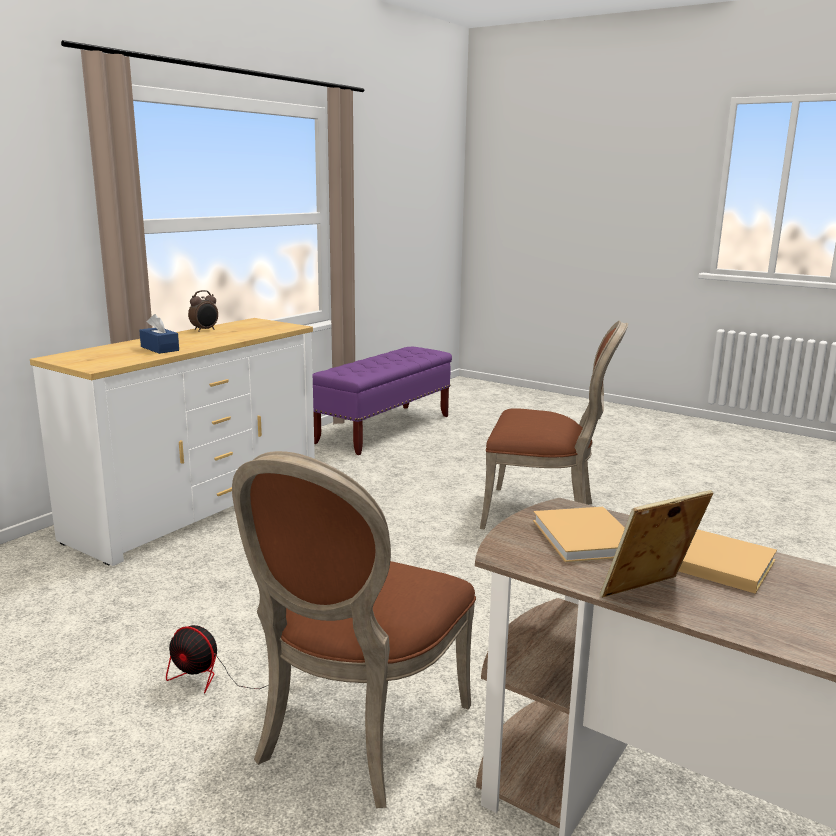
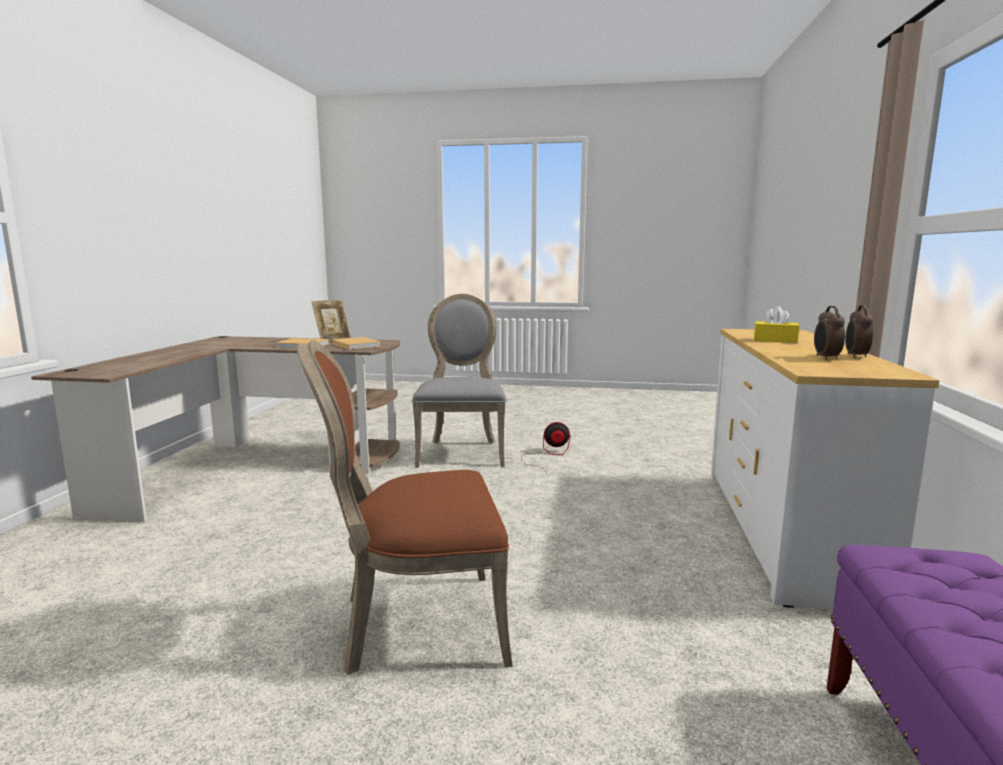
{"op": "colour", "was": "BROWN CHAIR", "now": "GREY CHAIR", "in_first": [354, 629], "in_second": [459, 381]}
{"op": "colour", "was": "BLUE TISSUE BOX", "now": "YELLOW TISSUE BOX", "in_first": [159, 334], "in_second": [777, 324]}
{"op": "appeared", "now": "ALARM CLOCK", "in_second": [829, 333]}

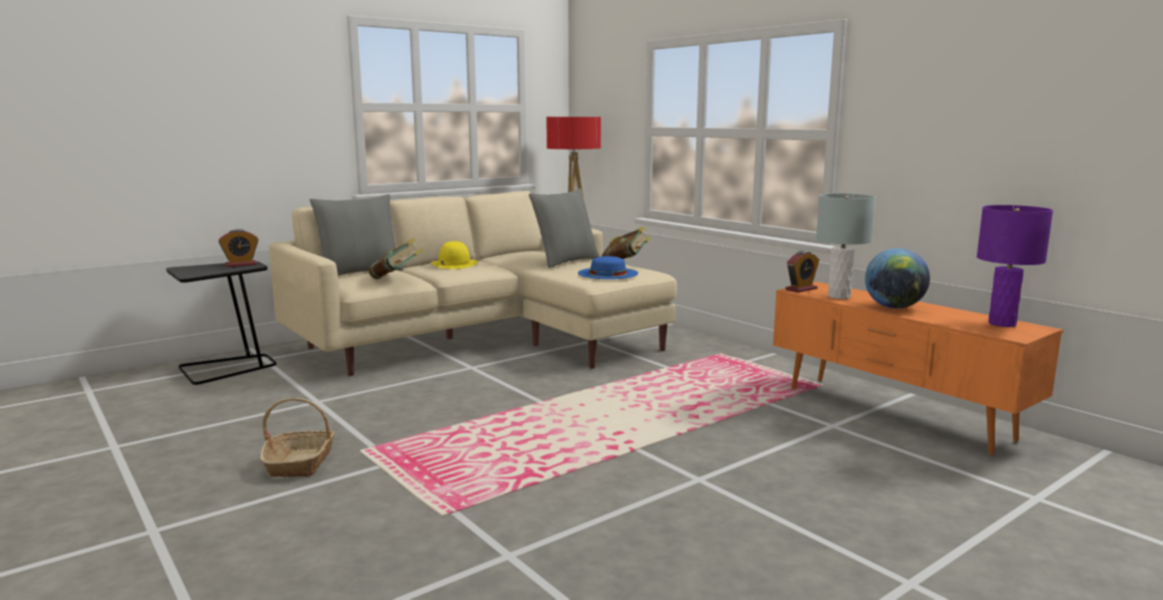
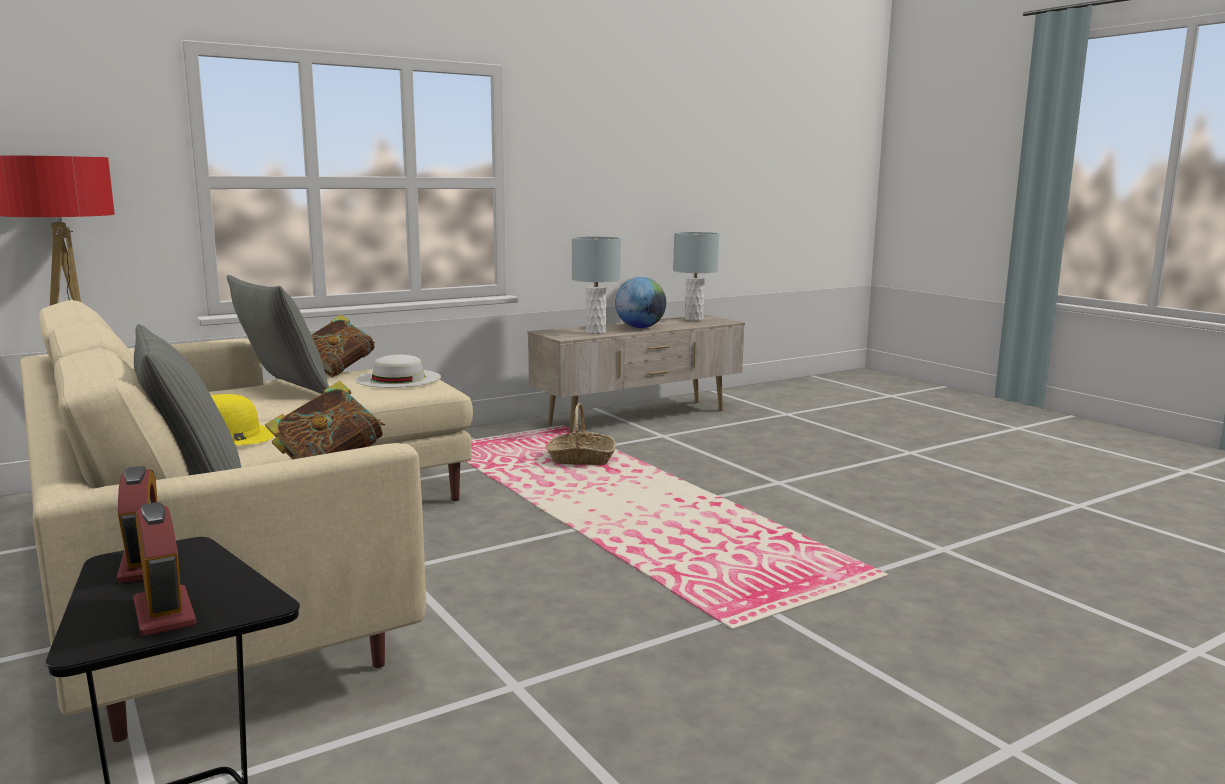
{"op": "relocated", "was": "ALARM CLOCK", "in_first": [802, 272], "in_second": [164, 569]}
{"op": "colour", "was": "BLUE HAT", "now": "WHITE HAT", "in_first": [608, 267], "in_second": [398, 371]}
{"op": "colour", "was": "ORANGE TV STAND", "now": "BEIGE TV STAND", "in_first": [918, 368], "in_second": [636, 374]}
{"op": "relocated", "was": "BASKET", "in_first": [297, 437], "in_second": [581, 434]}
{"op": "colour", "was": "PURPLE TABLE LAMP", "now": "GREY TABLE LAMP", "in_first": [1015, 266], "in_second": [696, 276]}

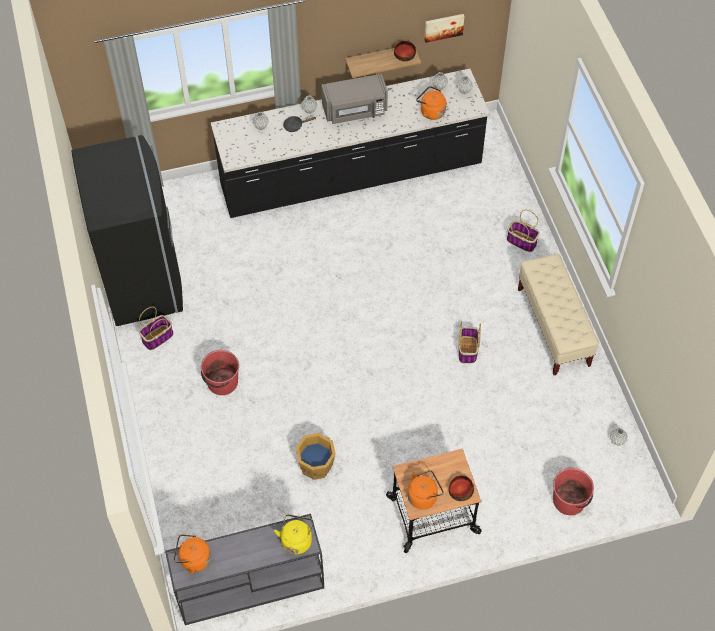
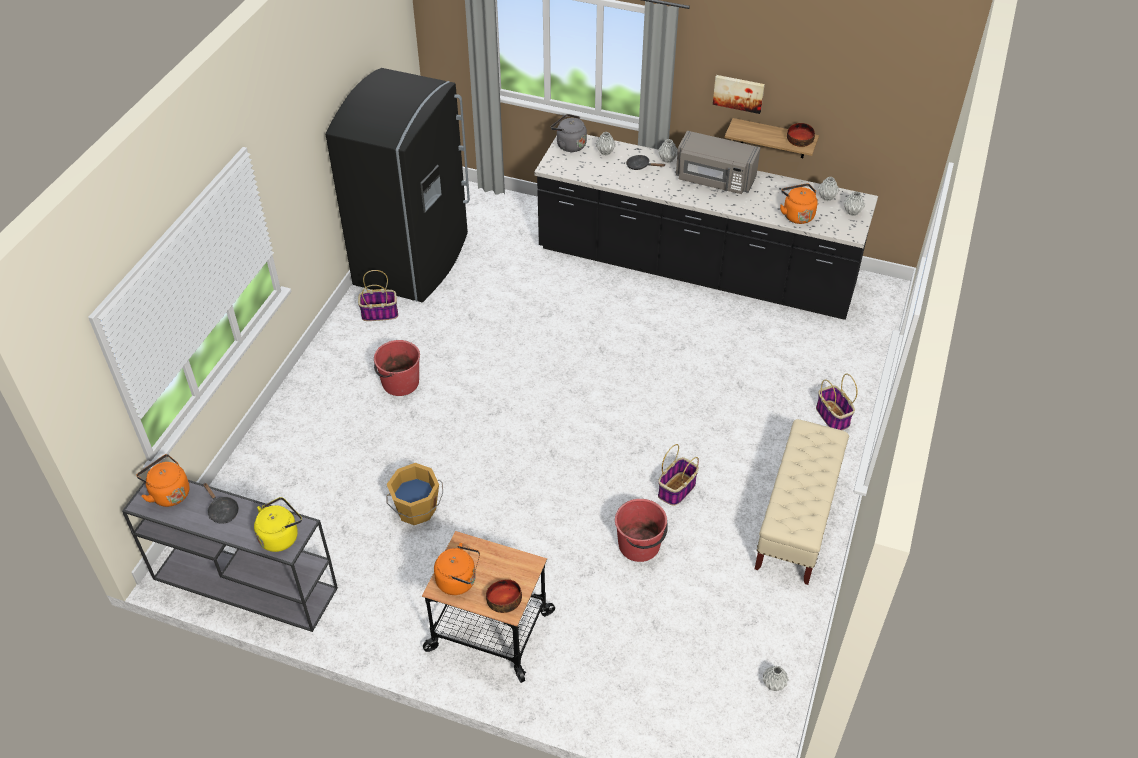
{"op": "appeared", "now": "BLACK FRYING PAN", "in_second": [221, 503]}
{"op": "appeared", "now": "GREY KETTLE", "in_second": [569, 133]}
{"op": "relocated", "was": "RED BUCKET", "in_first": [573, 491], "in_second": [641, 530]}
{"op": "relocated", "was": "PICTURE", "in_first": [444, 28], "in_second": [739, 94]}

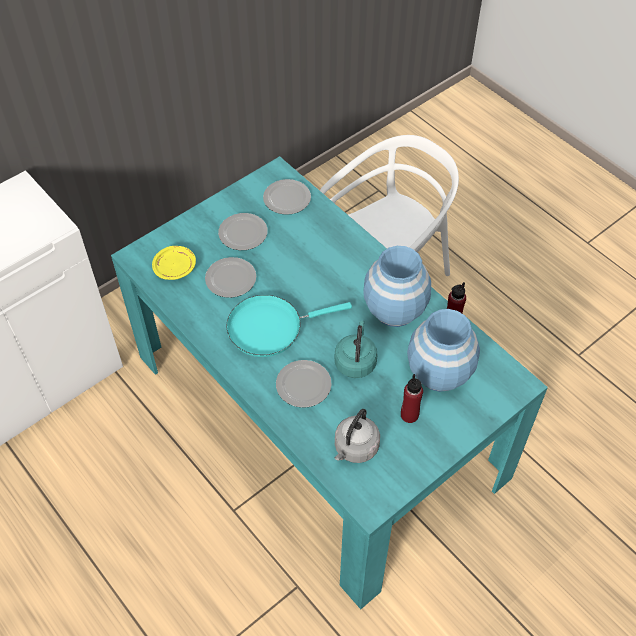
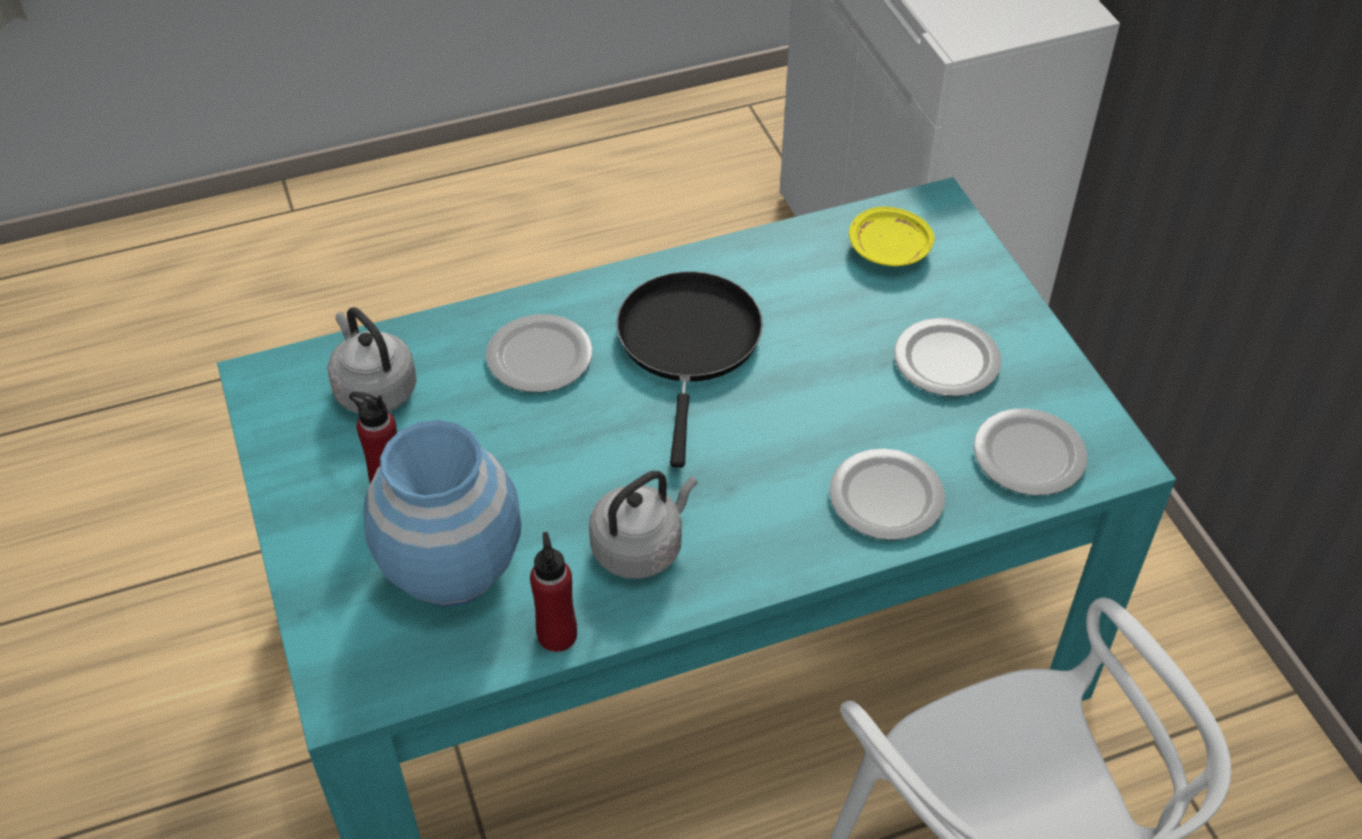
{"op": "exchanged", "was": "BLUE VASE", "now": "GREY KETTLE", "in_first": [397, 286], "in_second": [643, 525]}
{"op": "colour", "was": "TURQUOISE FRYING PAN", "now": "BLACK FRYING PAN", "in_first": [289, 326], "in_second": [690, 369]}
{"op": "relocated", "was": "PLATE", "in_first": [230, 277], "in_second": [887, 494]}
{"op": "missing", "was": "TURQUOISE KETTLE", "in_first": [356, 349]}

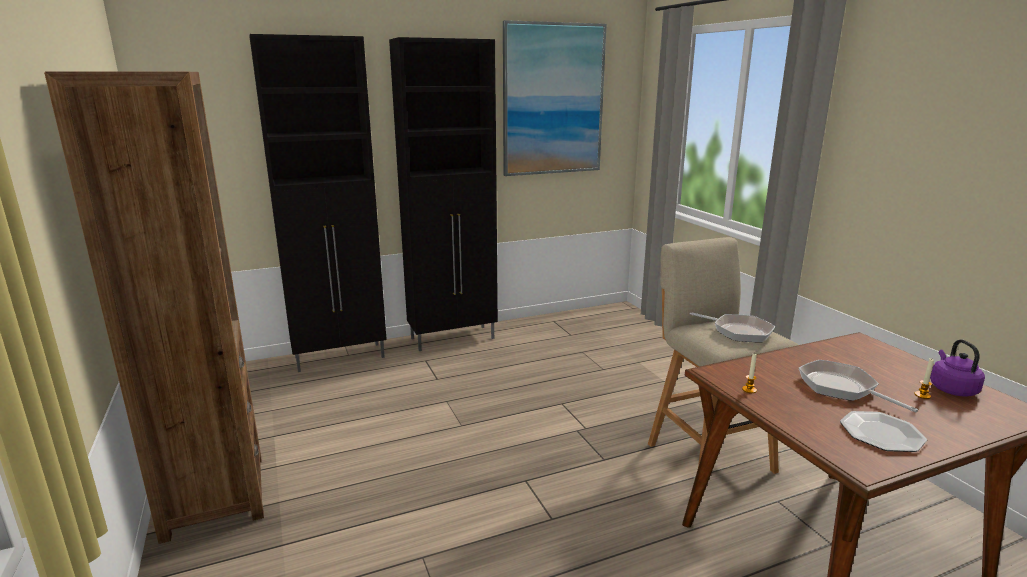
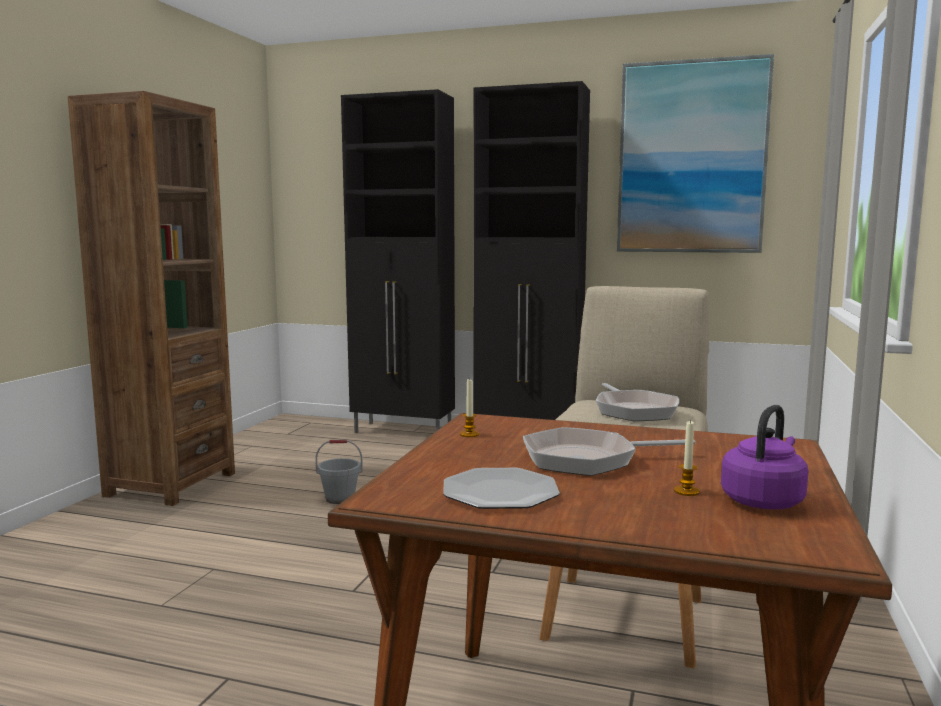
{"op": "appeared", "now": "GREY BUCKET", "in_second": [339, 472]}
{"op": "spun", "was": "FRYING PAN", "in_first": [858, 386], "in_second": [609, 451], "clockwise": -105}

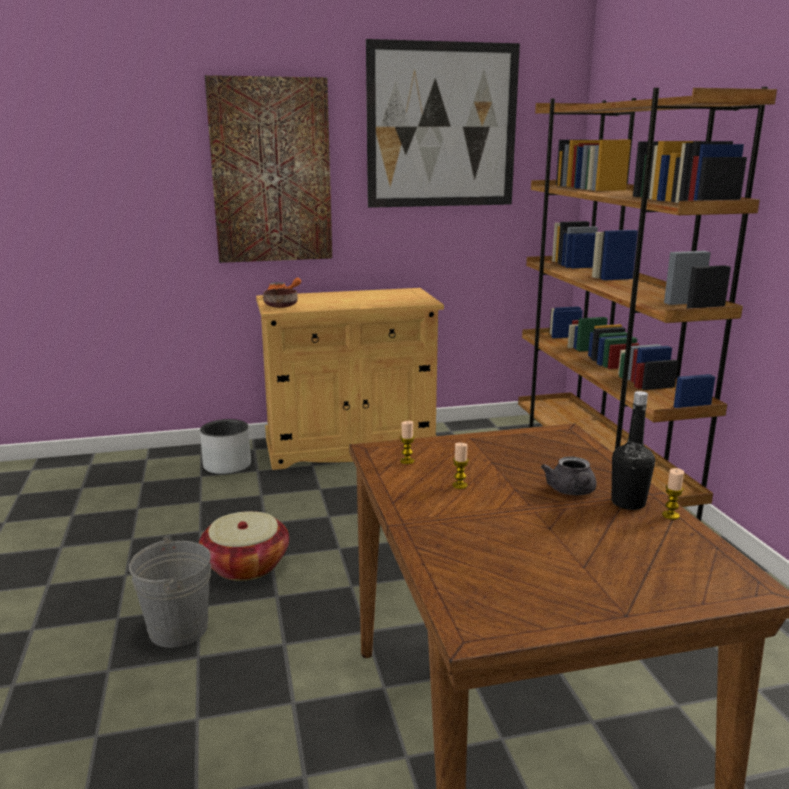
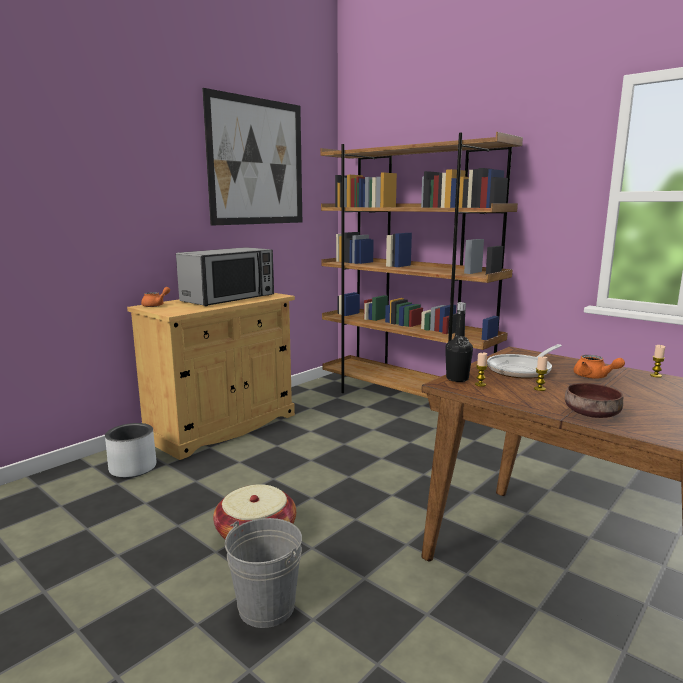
{"op": "appeared", "now": "MICROWAVE", "in_second": [225, 276]}
{"op": "relocated", "was": "BLACK BOTTLE", "in_first": [633, 450], "in_second": [459, 342]}
{"op": "appeared", "now": "FRYING PAN", "in_second": [524, 361]}
{"op": "relocated", "was": "BROWN BOWL", "in_first": [280, 298], "in_second": [594, 400]}
{"op": "colour", "was": "GREY TEAPOT", "now": "ORANGE TEAPOT", "in_first": [569, 475], "in_second": [599, 367]}
{"op": "missing", "was": "PICTURE", "in_first": [268, 169]}

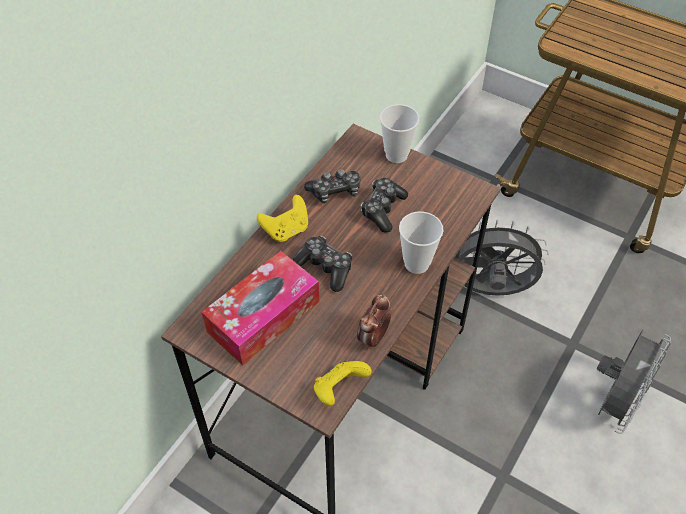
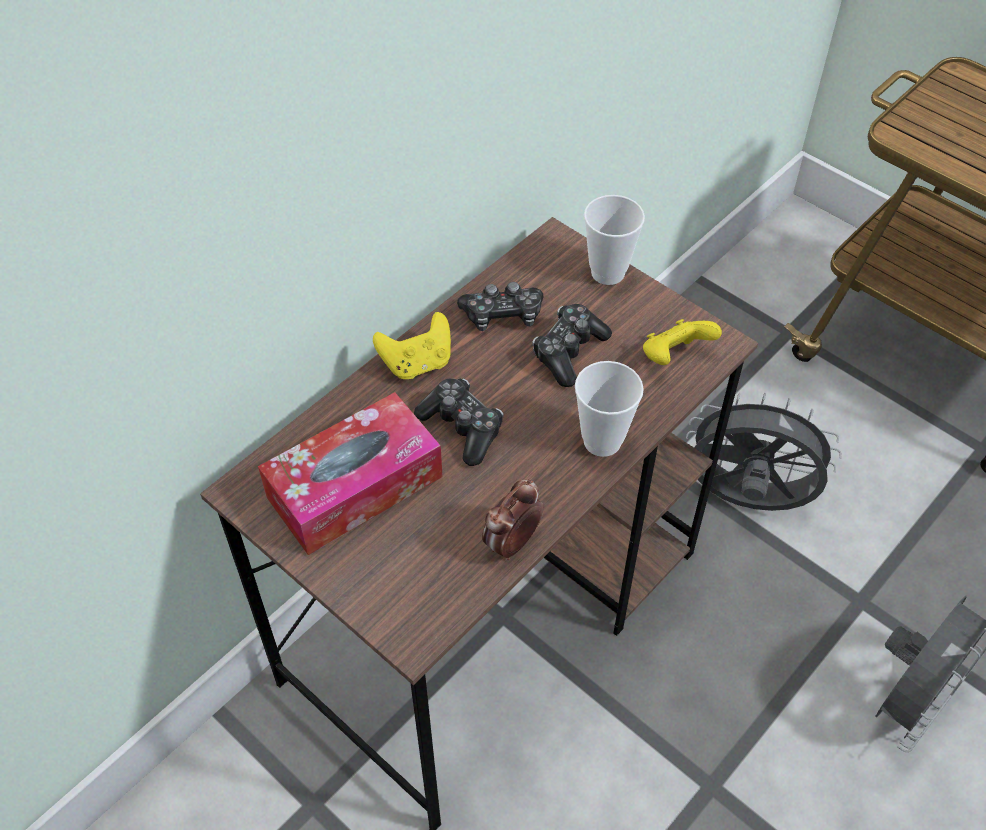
{"op": "relocated", "was": "YELLOW GAME CONTROLLER", "in_first": [342, 383], "in_second": [682, 342]}

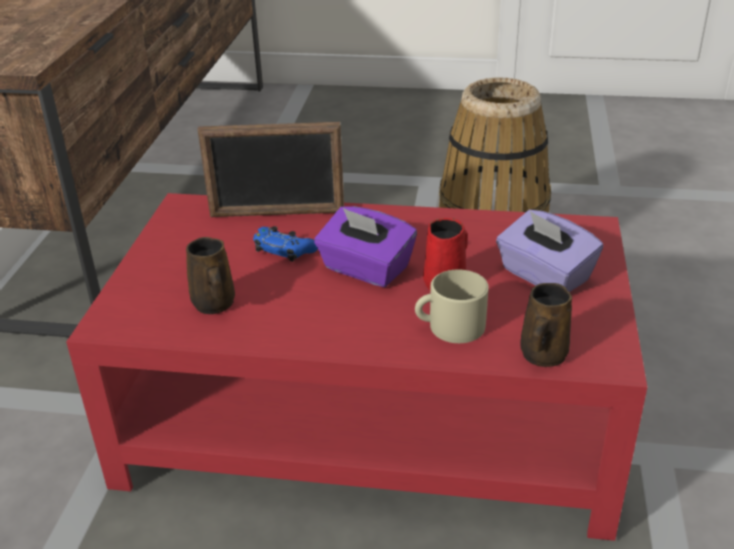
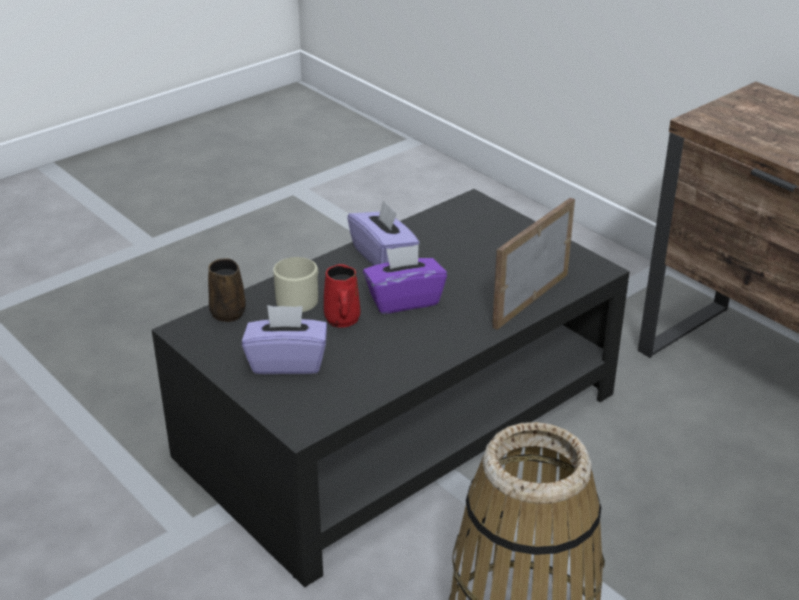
{"op": "colour", "was": "RED COFFEE TABLE", "now": "BLACK COFFEE TABLE", "in_first": [356, 367], "in_second": [391, 388]}
{"op": "appeared", "now": "PURPLE TISSUE BOX", "in_second": [383, 233]}
{"op": "missing", "was": "BROWN MUG", "in_first": [210, 275]}
{"op": "missing", "was": "BLUE GAME CONTROLLER", "in_first": [285, 244]}

